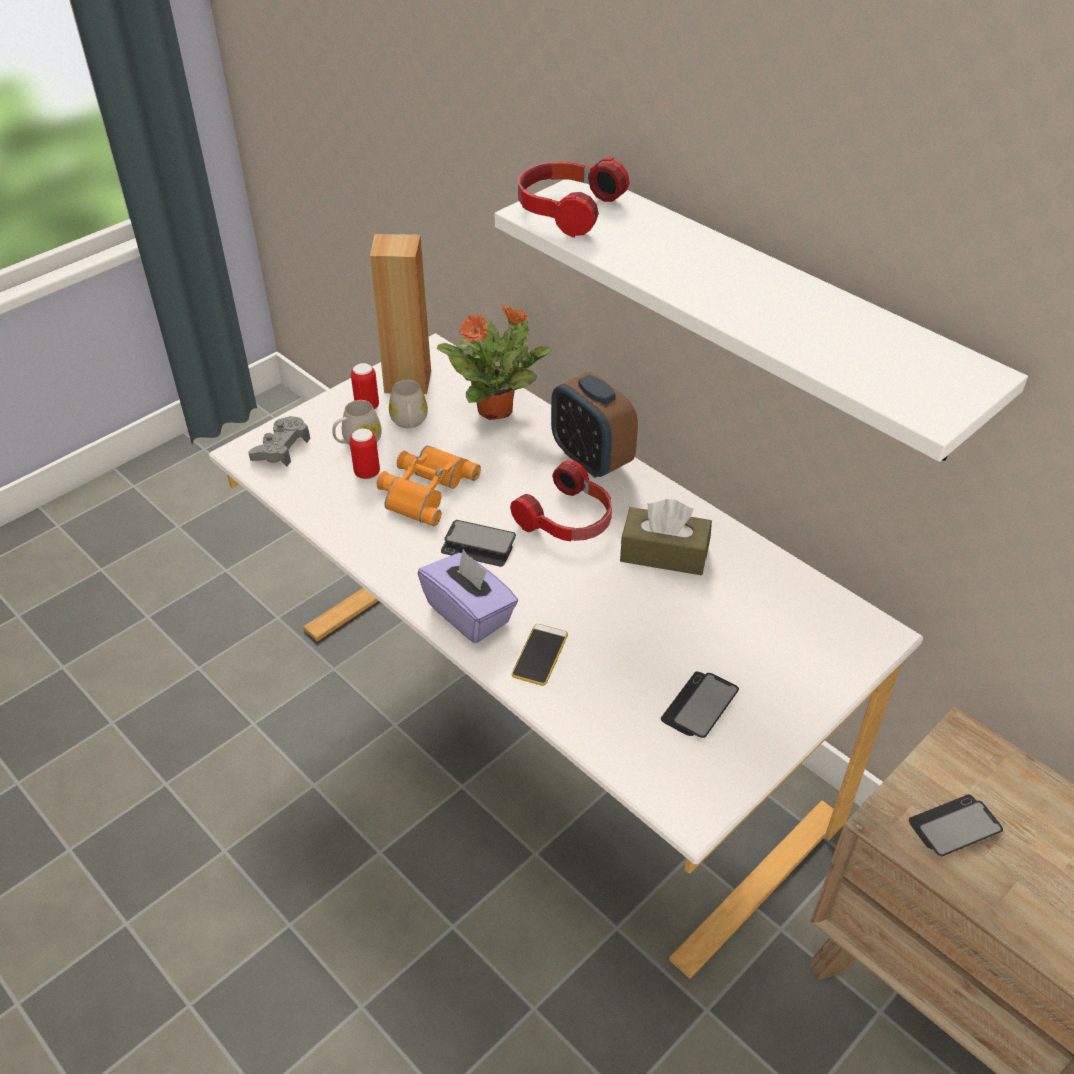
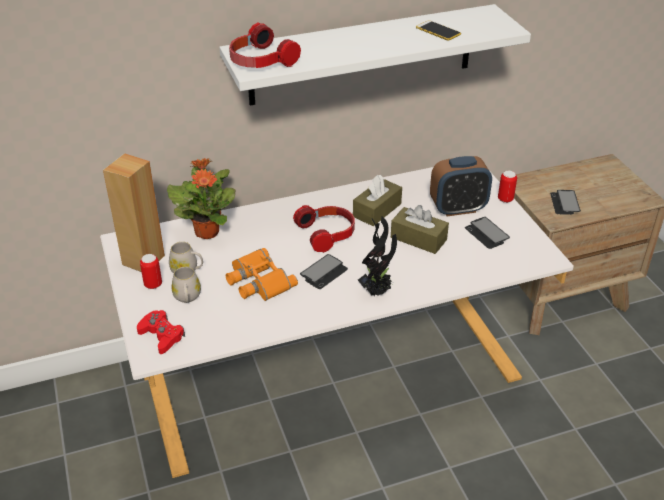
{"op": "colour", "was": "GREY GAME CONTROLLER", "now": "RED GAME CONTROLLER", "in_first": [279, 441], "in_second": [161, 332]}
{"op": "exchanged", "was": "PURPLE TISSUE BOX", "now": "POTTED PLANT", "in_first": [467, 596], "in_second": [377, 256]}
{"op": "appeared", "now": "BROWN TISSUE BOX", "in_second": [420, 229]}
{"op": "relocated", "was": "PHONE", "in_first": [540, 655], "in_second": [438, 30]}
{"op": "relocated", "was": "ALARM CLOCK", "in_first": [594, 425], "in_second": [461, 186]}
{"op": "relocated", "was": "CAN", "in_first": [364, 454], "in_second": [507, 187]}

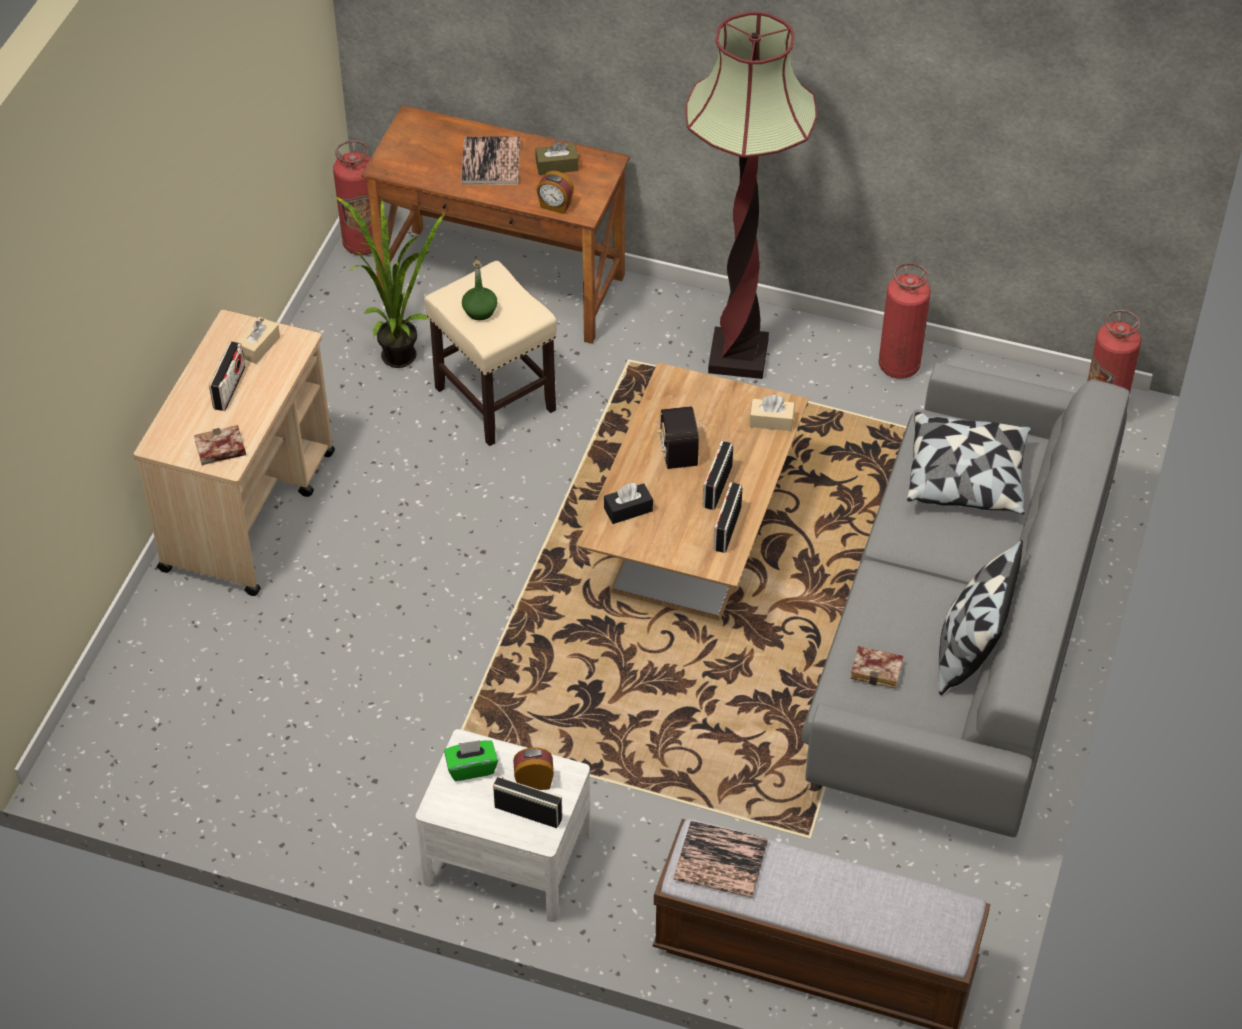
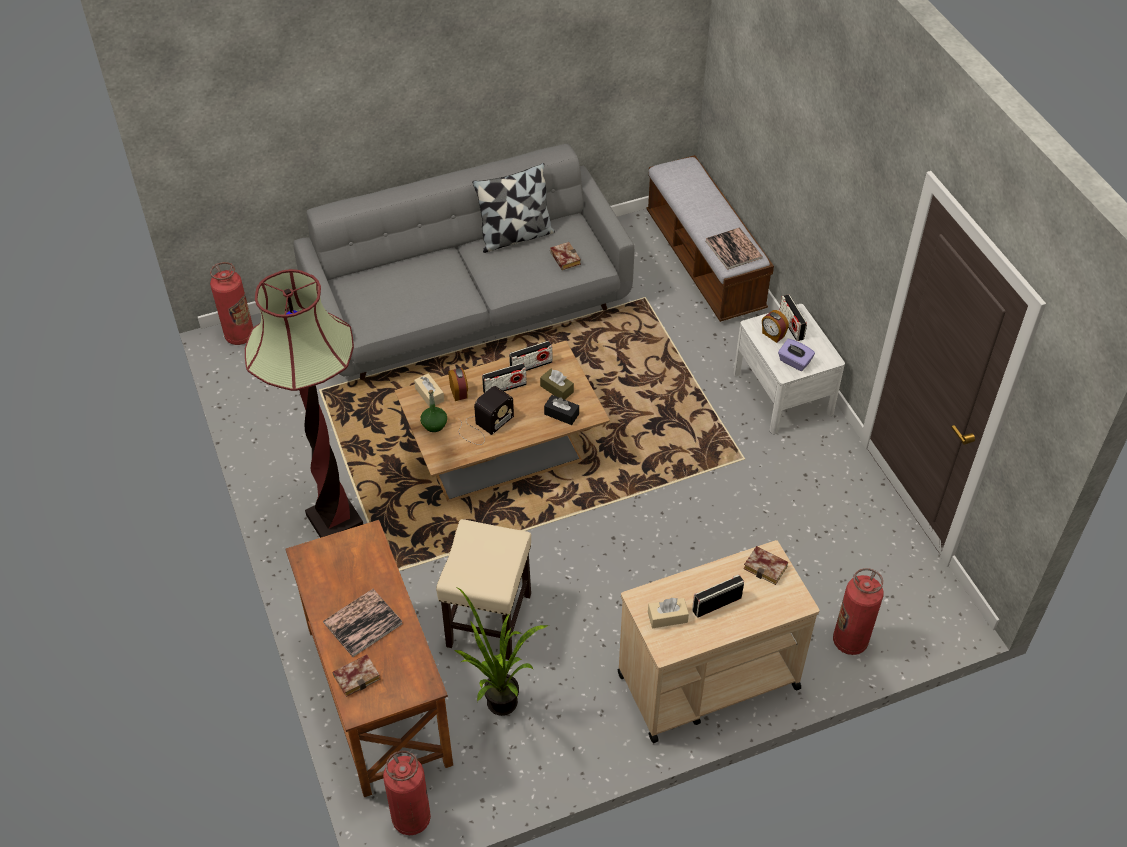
{"op": "appeared", "now": "BOOK", "in_second": [356, 675]}
{"op": "relocated", "was": "GREEN BOTTLE", "in_first": [479, 290], "in_second": [433, 411]}
{"op": "relocated", "was": "ALARM CLOCK", "in_first": [555, 192], "in_second": [458, 384]}
{"op": "relocated", "was": "BROWN TISSUE BOX", "in_first": [557, 158], "in_second": [557, 384]}
{"op": "colour", "was": "GREEN TISSUE BOX", "now": "PURPLE TISSUE BOX", "in_first": [471, 760], "in_second": [796, 355]}
{"op": "relocated", "was": "FIRE EXTINGUISHER", "in_first": [904, 321], "in_second": [858, 611]}
{"op": "missing", "was": "PILLOW", "in_first": [969, 463]}

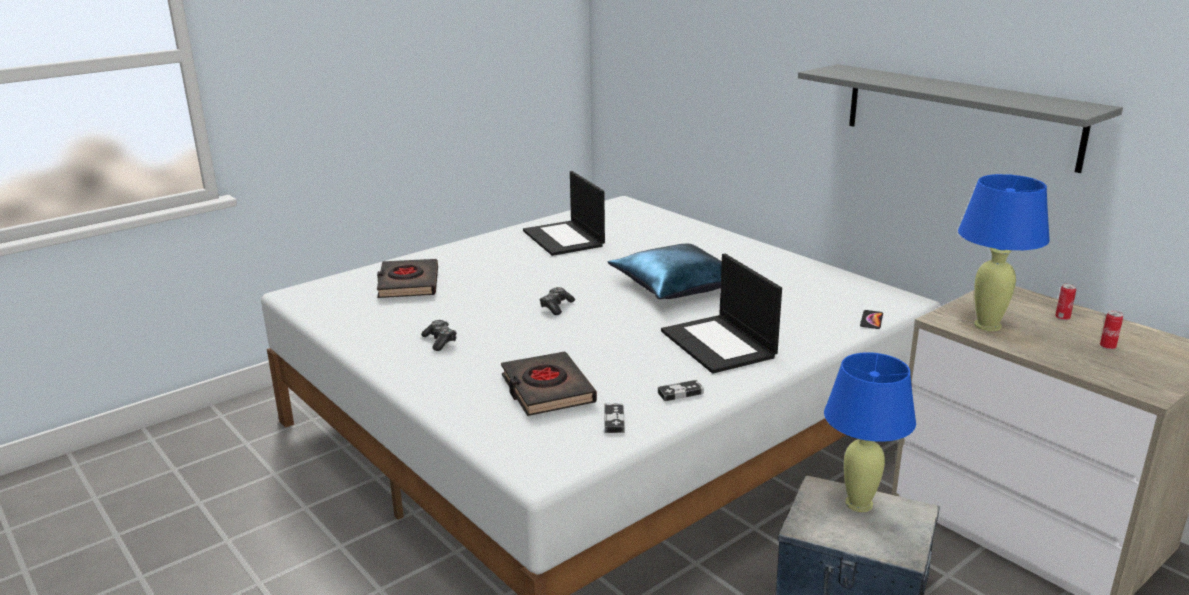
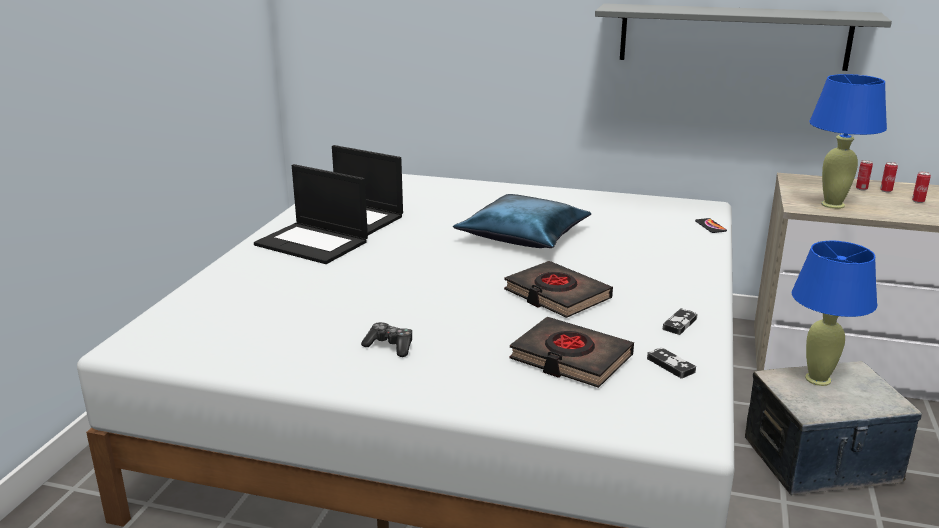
{"op": "relocated", "was": "LAPTOP", "in_first": [721, 313], "in_second": [311, 214]}
{"op": "relocated", "was": "BLACK BOOK", "in_first": [407, 278], "in_second": [558, 289]}
{"op": "appeared", "now": "CAN", "in_second": [889, 177]}
{"op": "missing", "was": "GAME CONTROLLER", "in_first": [557, 301]}

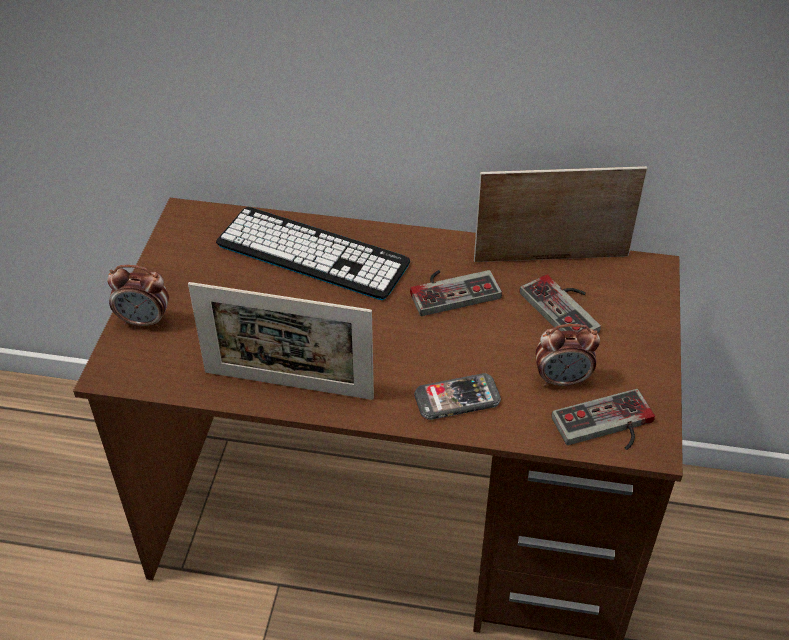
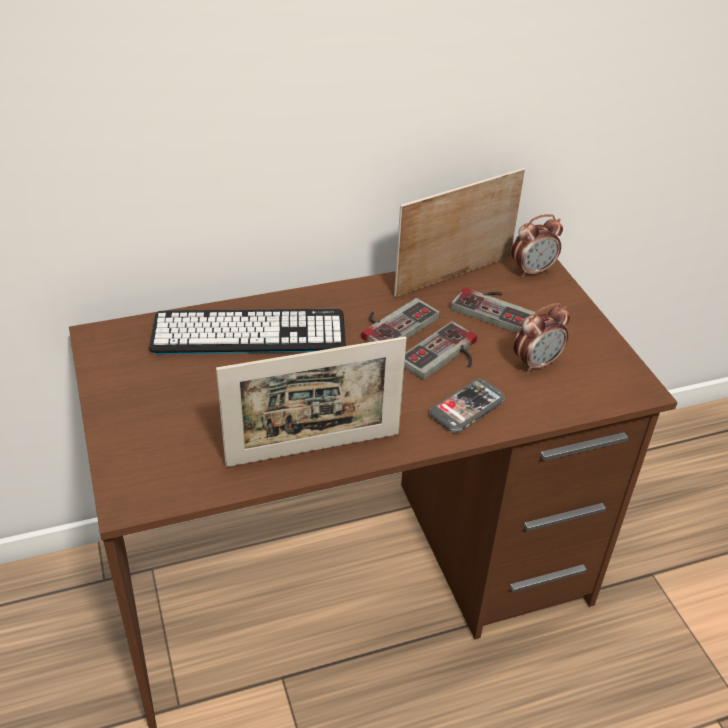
{"op": "relocated", "was": "GAME CONTROLLER", "in_first": [603, 419], "in_second": [440, 350]}
{"op": "relocated", "was": "ALARM CLOCK", "in_first": [138, 296], "in_second": [537, 246]}

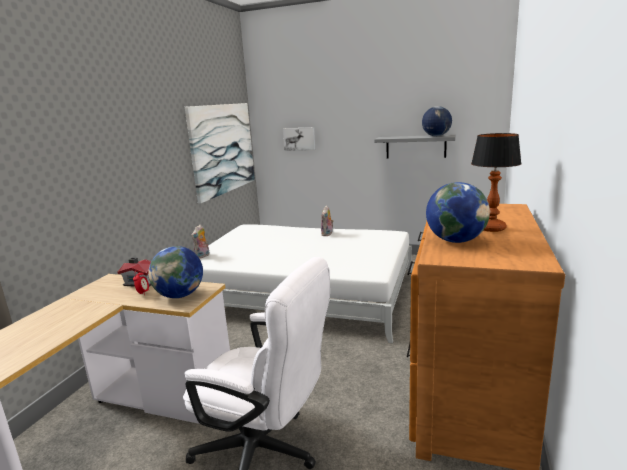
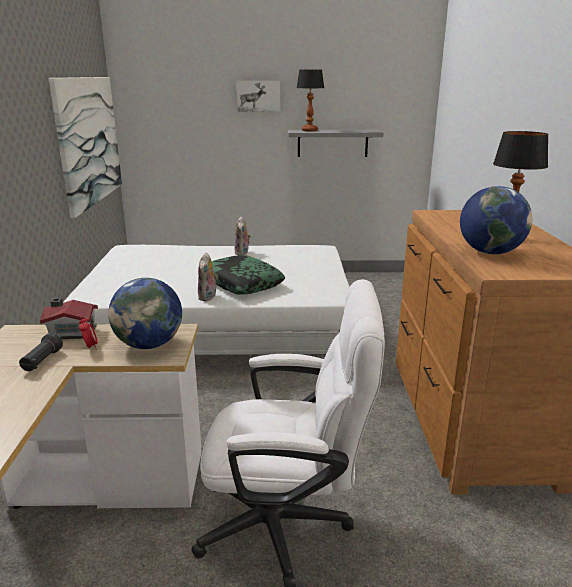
{"op": "appeared", "now": "BLACK FLASHLIGHT", "in_second": [41, 352]}
{"op": "relocated", "was": "PLUSH TOY", "in_first": [200, 242], "in_second": [208, 277]}
{"op": "appeared", "now": "PILLOW", "in_second": [248, 275]}
{"op": "relocated", "was": "PICTURE", "in_first": [299, 139], "in_second": [259, 96]}
{"op": "appeared", "now": "TABLE LAMP", "in_second": [310, 100]}
{"op": "missing", "was": "GLOBE", "in_first": [437, 121]}

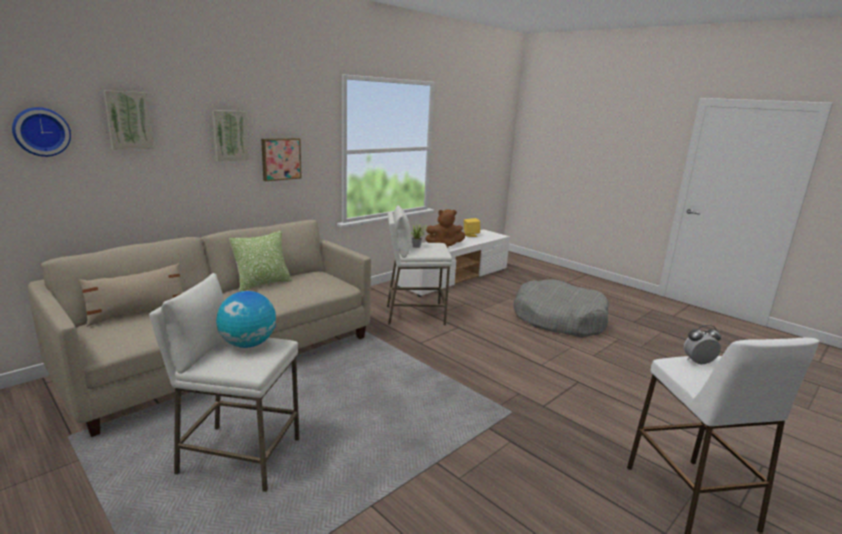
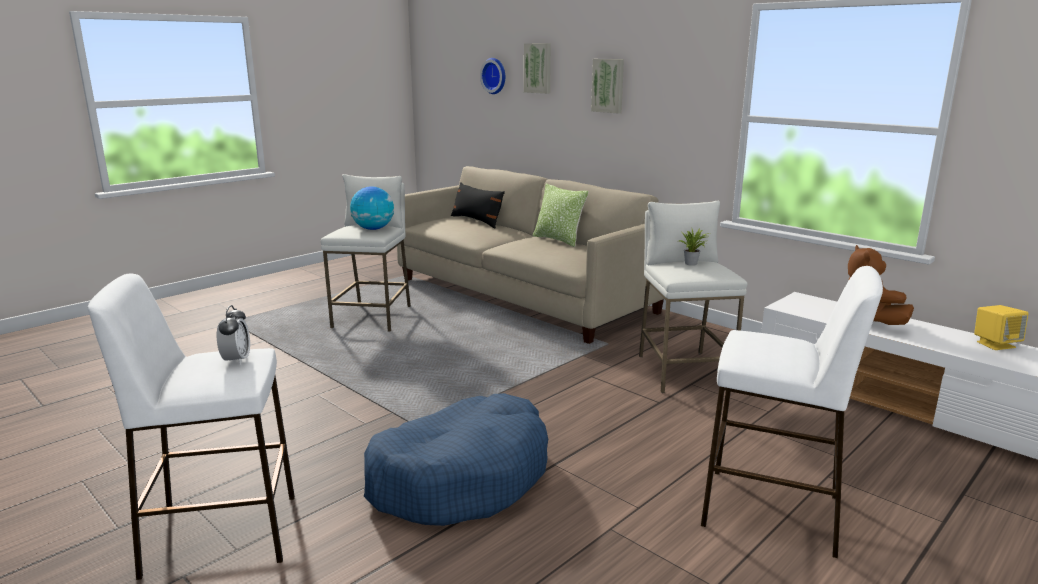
{"op": "appeared", "now": "BLUE DOG BED", "in_second": [456, 459]}
{"op": "colour", "was": "BEIGE PILLOW", "now": "BLACK PILLOW", "in_first": [130, 295], "in_second": [478, 205]}
{"op": "exchanged", "was": "GREY DOG BED", "now": "WHITE STOOL", "in_first": [561, 308], "in_second": [792, 412]}
{"op": "missing", "was": "PICTURE", "in_first": [281, 159]}

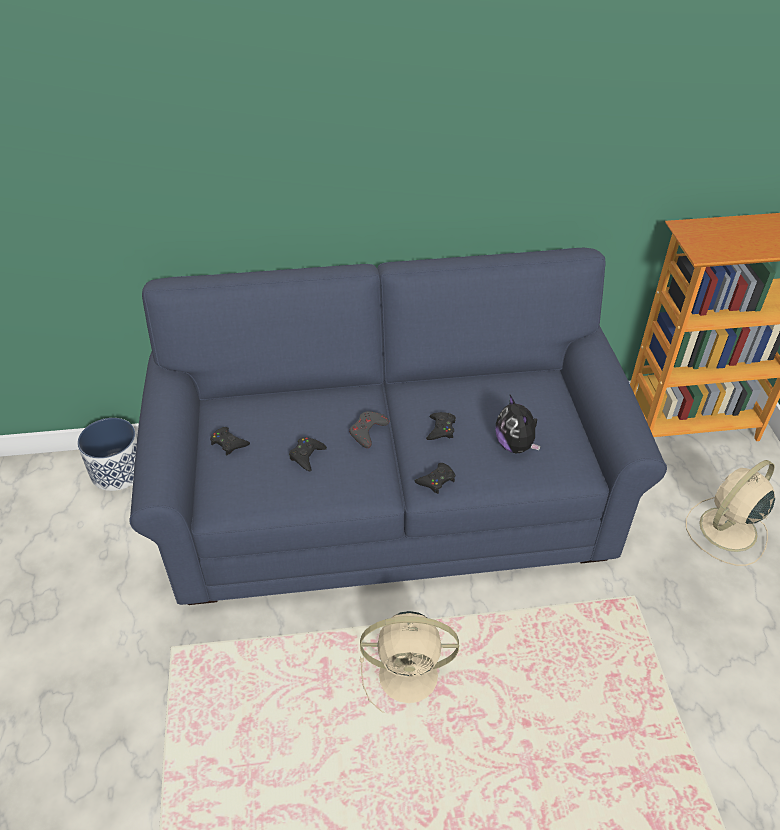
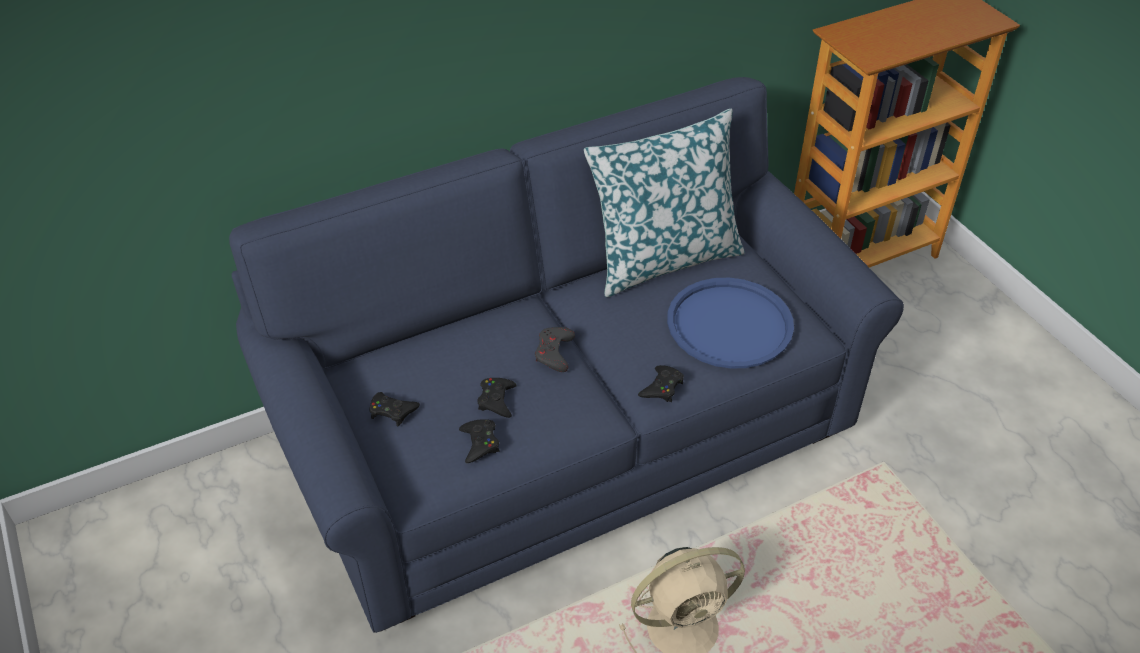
{"op": "relocated", "was": "BLACK GAME CONTROLLER", "in_first": [441, 426], "in_second": [479, 441]}
{"op": "appeared", "now": "PILLOW", "in_second": [664, 203]}
{"op": "exchanged", "was": "PLUSH TOY", "now": "BLUE TRAY", "in_first": [518, 424], "in_second": [730, 323]}
{"op": "missing", "was": "PLANTER", "in_first": [107, 454]}
{"op": "missing", "was": "BEIGE FAN", "in_first": [730, 513]}

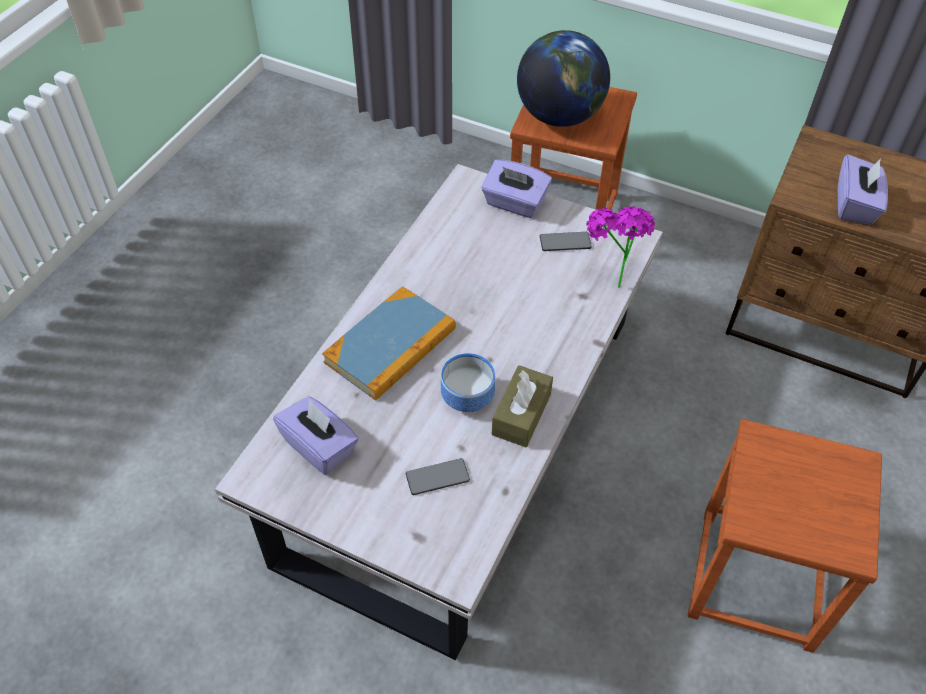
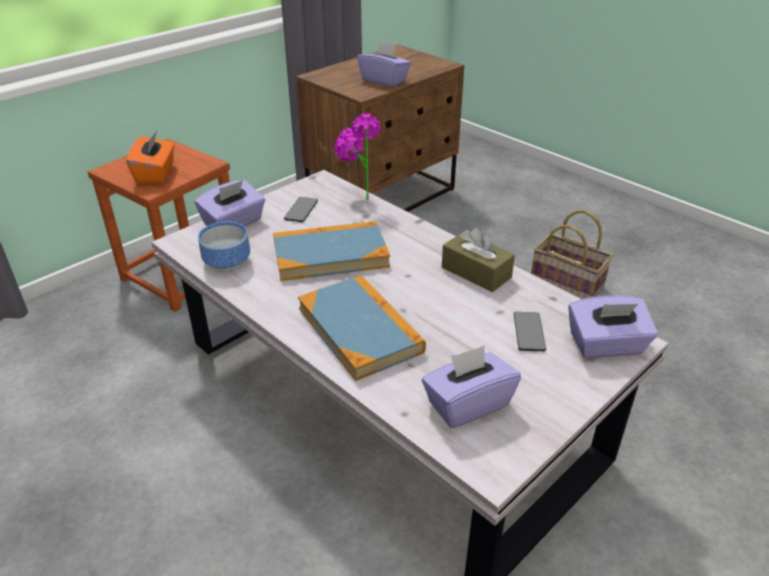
{"op": "exchanged", "was": "GLOBE", "now": "ORANGE TISSUE BOX", "in_first": [563, 78], "in_second": [150, 157]}
{"op": "relocated", "was": "BOWL", "in_first": [468, 382], "in_second": [224, 246]}
{"op": "appeared", "now": "BOOK", "in_second": [331, 251]}
{"op": "exchanged", "was": "BROWN STOOL", "now": "BASKET", "in_first": [785, 536], "in_second": [572, 254]}
{"op": "appeared", "now": "PURPLE TISSUE BOX", "in_second": [613, 326]}

